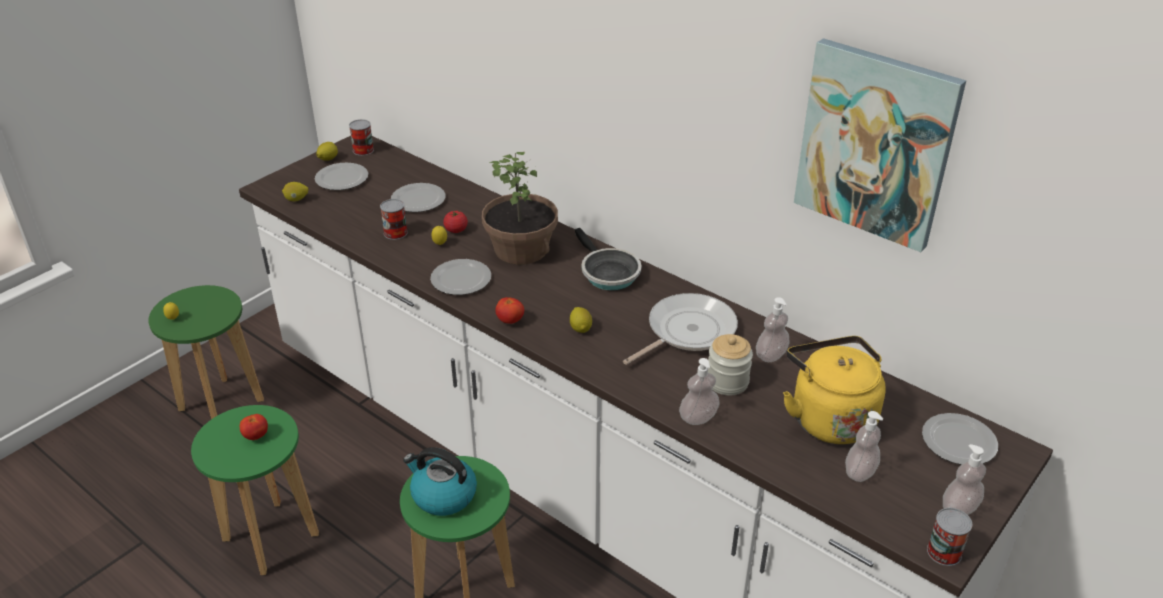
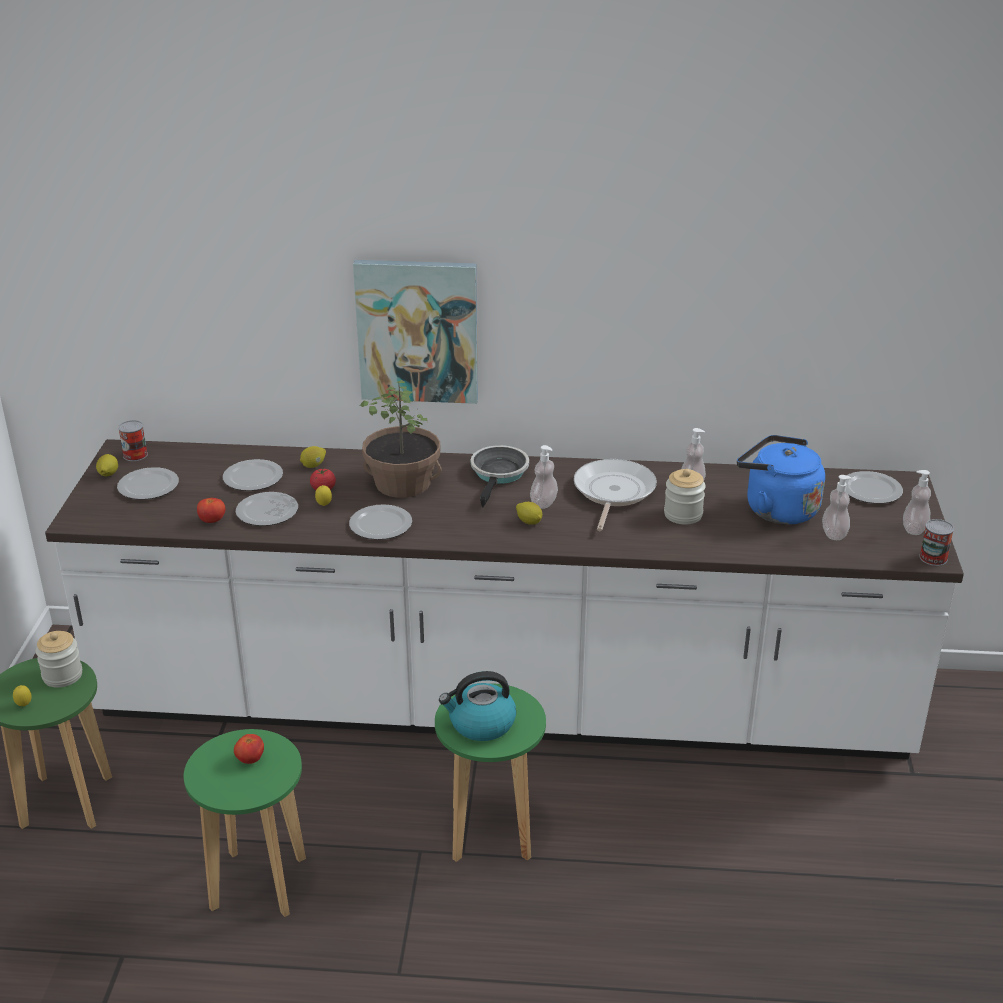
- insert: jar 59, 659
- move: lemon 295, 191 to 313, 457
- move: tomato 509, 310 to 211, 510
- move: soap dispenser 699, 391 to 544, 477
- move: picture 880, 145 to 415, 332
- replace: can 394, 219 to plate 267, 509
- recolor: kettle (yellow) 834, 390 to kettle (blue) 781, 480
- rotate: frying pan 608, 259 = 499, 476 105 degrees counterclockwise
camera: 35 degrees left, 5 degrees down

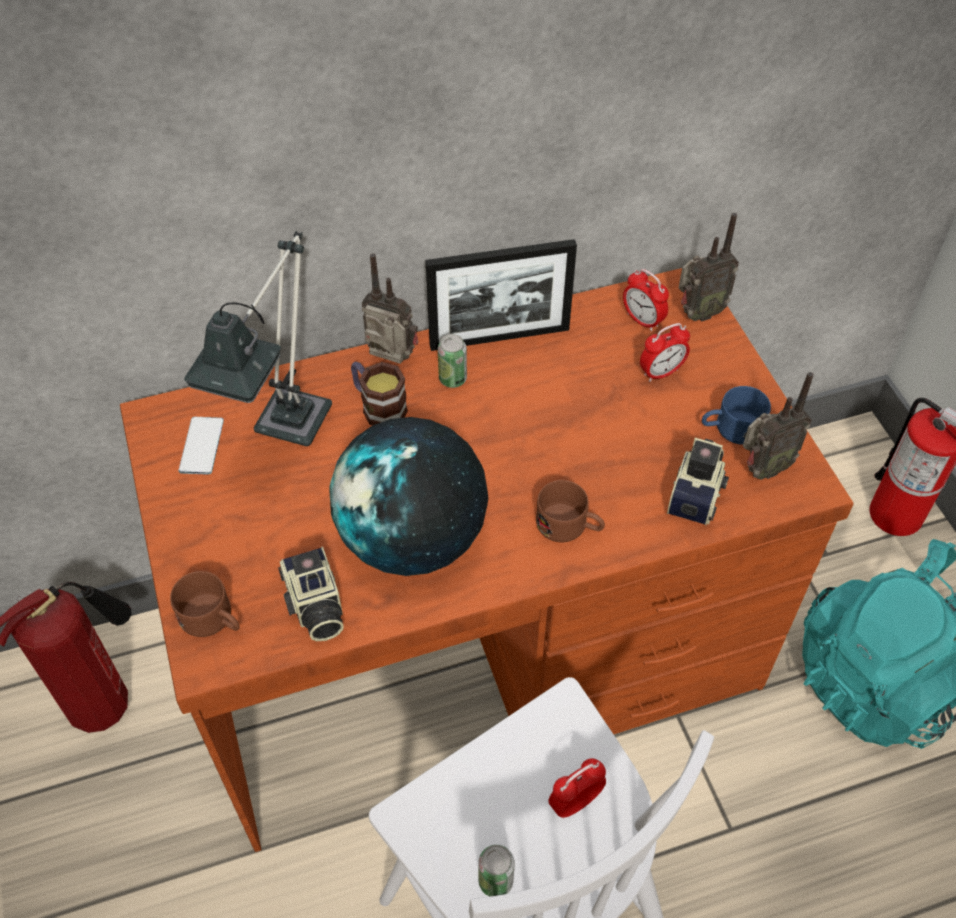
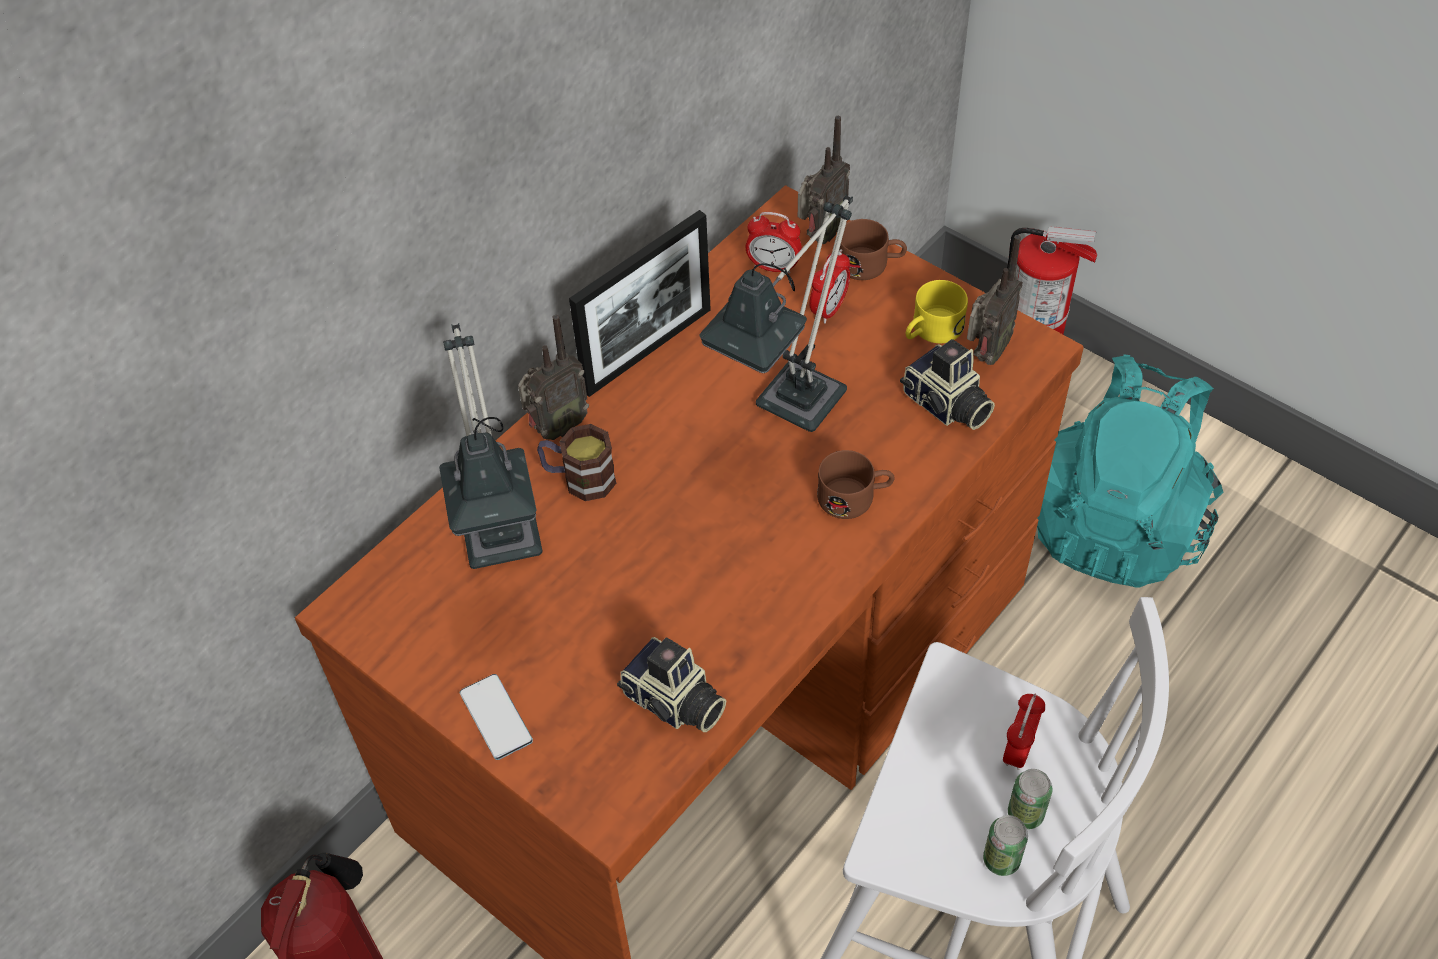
- delete: globe 408, 496
- insert: table lamp 776, 313
- move: mug (brown) 205, 604 to 873, 249
- move: phone 201, 446 to 496, 717
- move: can 452, 361 to 1030, 799
- recolor: mug (blue) 736, 415 to mug (yellow) 937, 311
- rotate: radio 390, 308 = 553, 377 150 degrees clockwise
- rotate: photo camera 698, 481 = 947, 384 150 degrees clockwise
camera: 30 degrees left, 0 degrees up

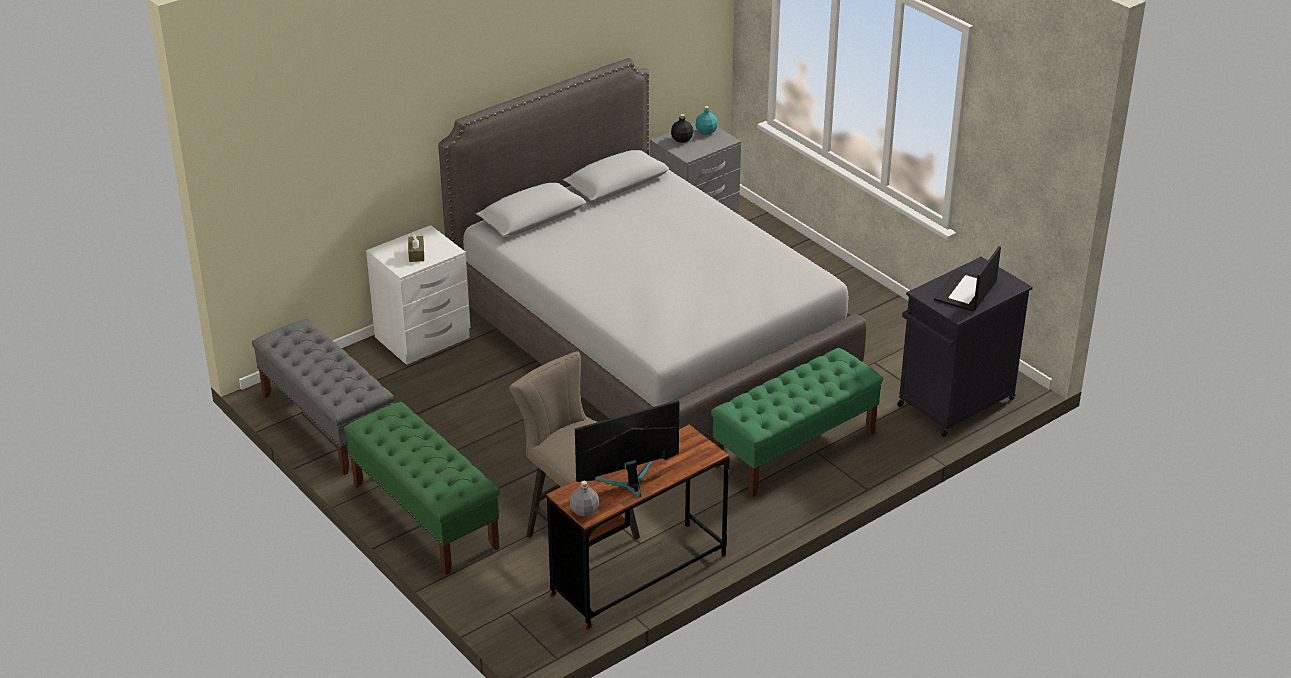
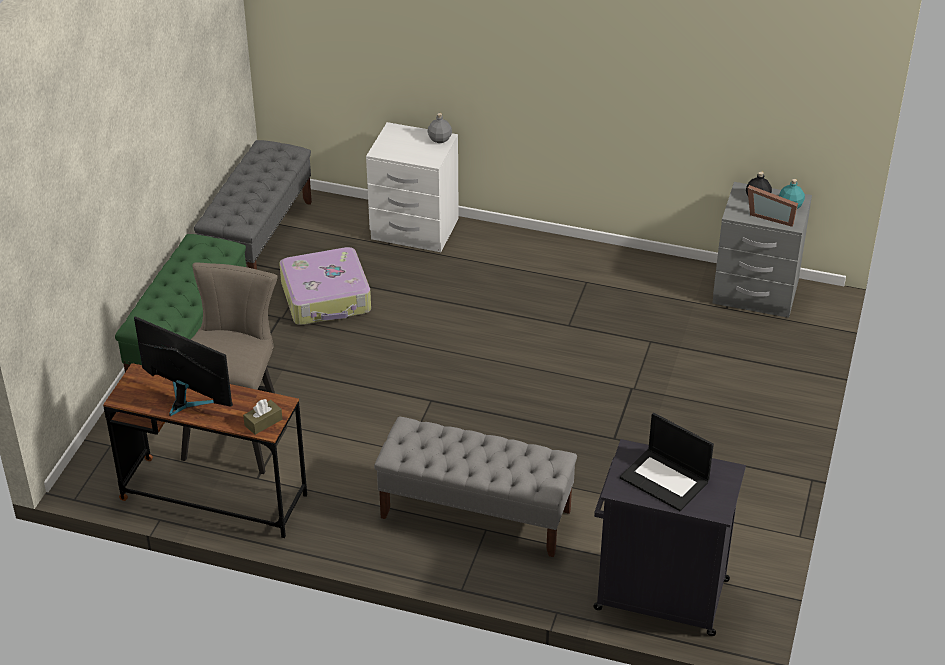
- delete: bed (grey) 652, 248
- insert: suitcase 325, 286
- insert: picture frame 773, 206
- move: tissue box (brown) 416, 247 to 262, 417
- move: bottle (grey) 584, 499 to 440, 128
- recolor: bench (green) 797, 422 to bench (grey) 475, 486
- rotate: laptop 967, 279 = 667, 462 135 degrees counterclockwise
camera: 55 degrees right, 5 degrees up

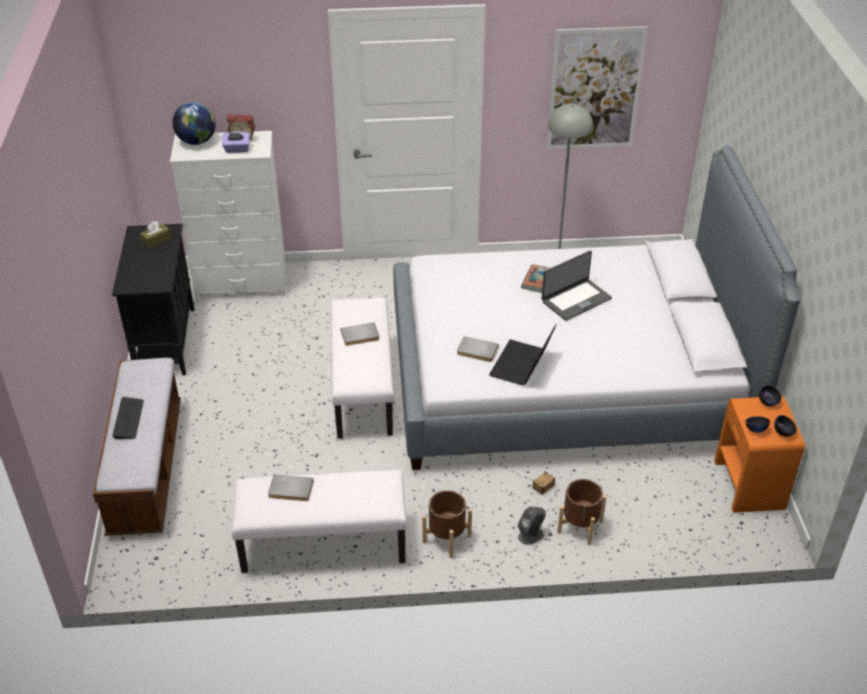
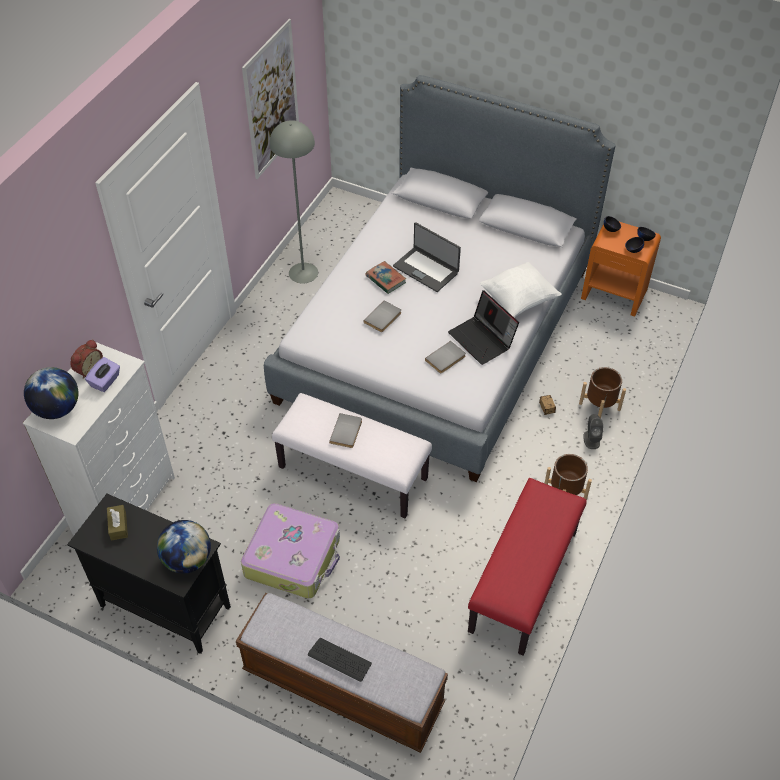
- insert: globe 184, 547
- insert: suitcase 290, 551
- insert: pillow (white) 521, 290
- move: book (grey) 290, 488 to 382, 316
- recolor: bench (white) 319, 521 to bench (red) 527, 567
- rotate: laptop 577, 285 = 427, 257 135 degrees clockwise
camera: 60 degrees left, 10 degrees up

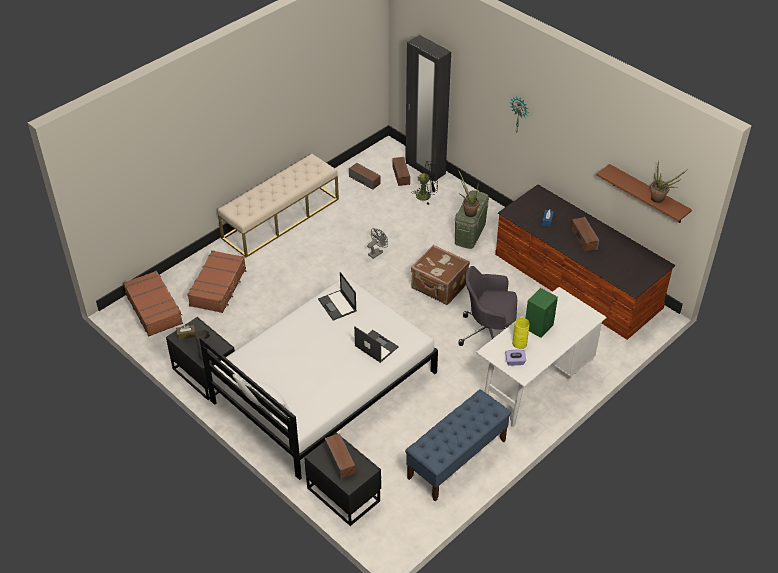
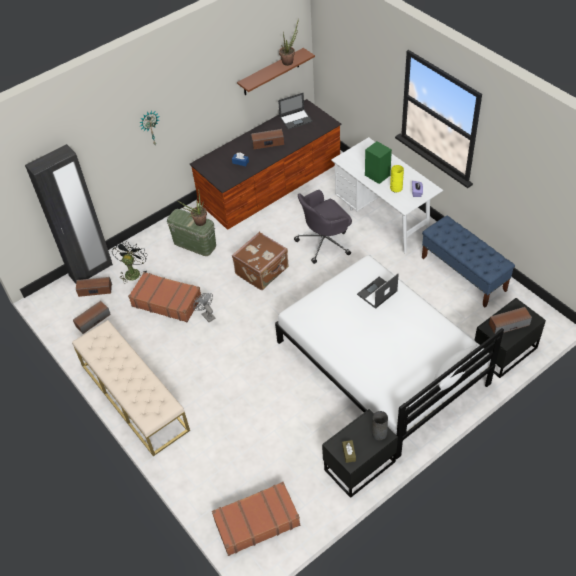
- move: suitcase (brown) 216, 281 to 164, 297
- move: laptop 337, 296 to 295, 111
- rotate: office chair (grey) 487, 306 = 323, 227 45 degrees clockwise
camera: 80 degrees left, 5 degrees up

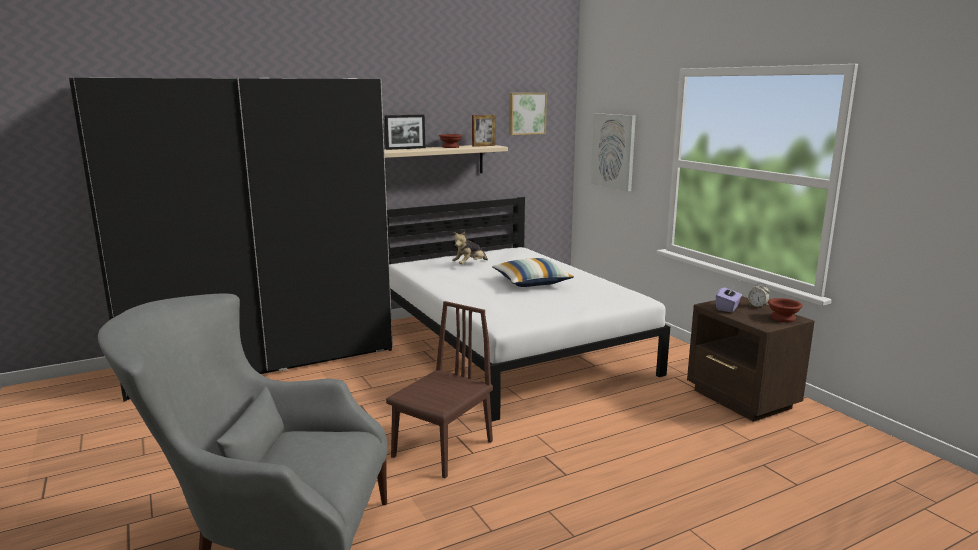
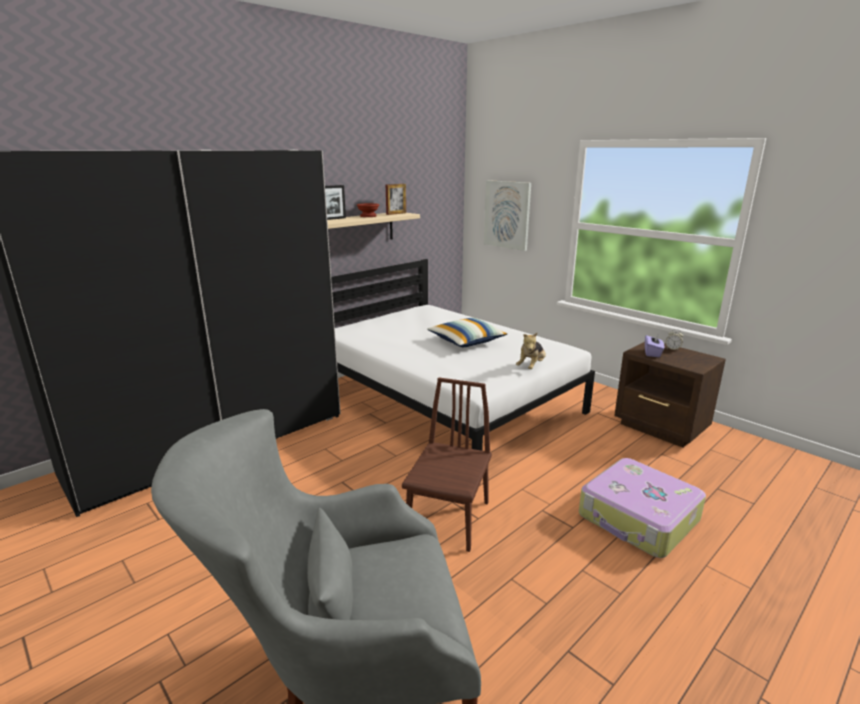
- delete: picture 528, 114
- delete: bowl (brown) 785, 310
- insert: suitcase 642, 508
- move: plush toy 470, 248 to 531, 350
camera: 15 degrees left, 5 degrees up

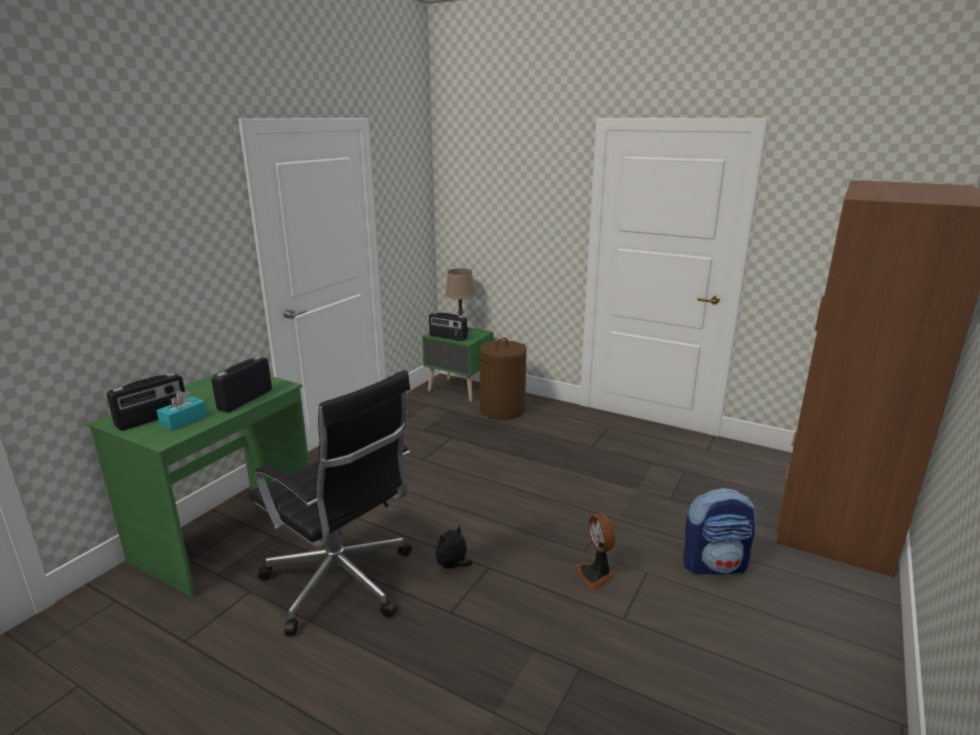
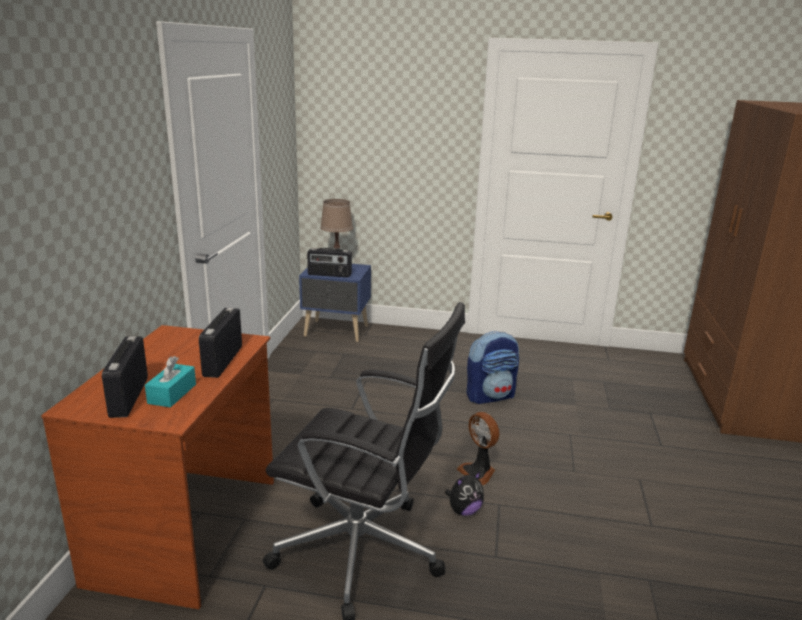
- delete: laundry basket (brown) 502, 379
- move: fan 594, 551 to 478, 448
- move: backpack 719, 531 to 493, 367
- recolor: desk (green) 198, 483 to desk (brown) 157, 467
- recolor: nightstand (green) 457, 364 to nightstand (blue) 335, 303
- rotate: radio 146, 402 = 125, 377 150 degrees clockwise
- rotate: plush toy 454, 547 = 464, 494 150 degrees counterclockwise
camera: 20 degrees left, 0 degrees up

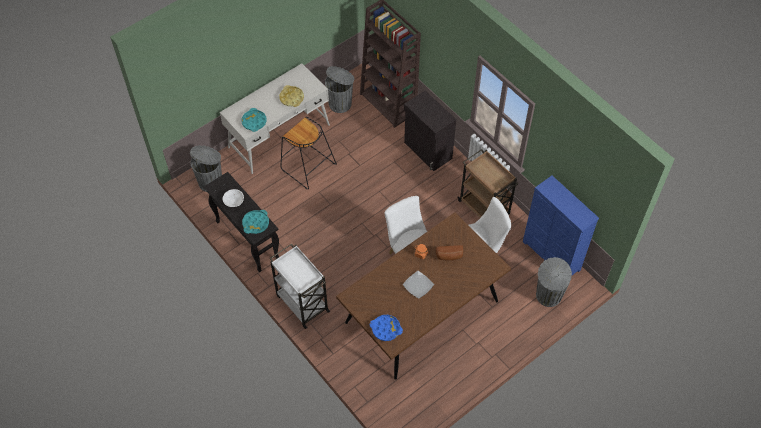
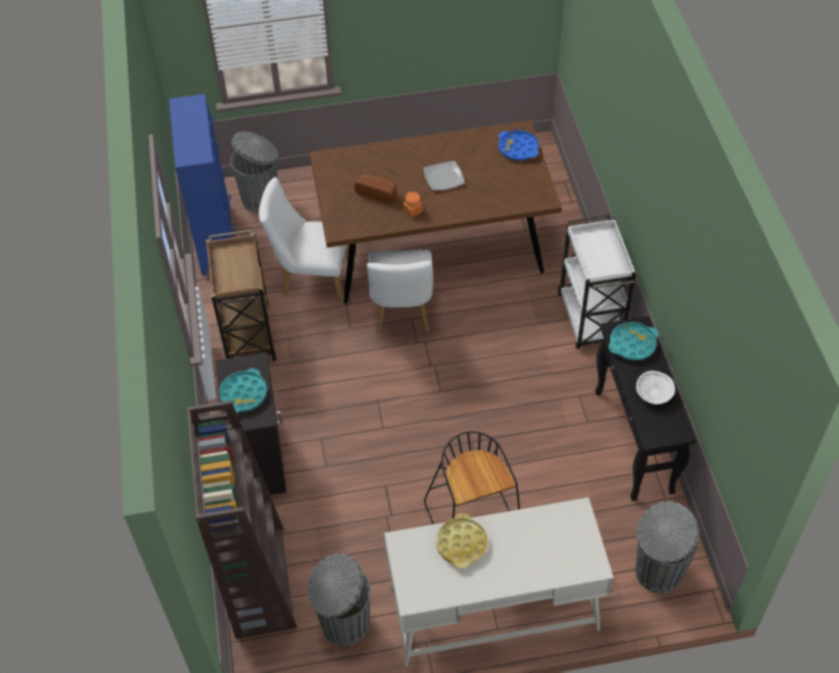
- move: tray (turquoise) 254, 120 to 243, 390
camera: 150 degrees left, 5 degrees down

